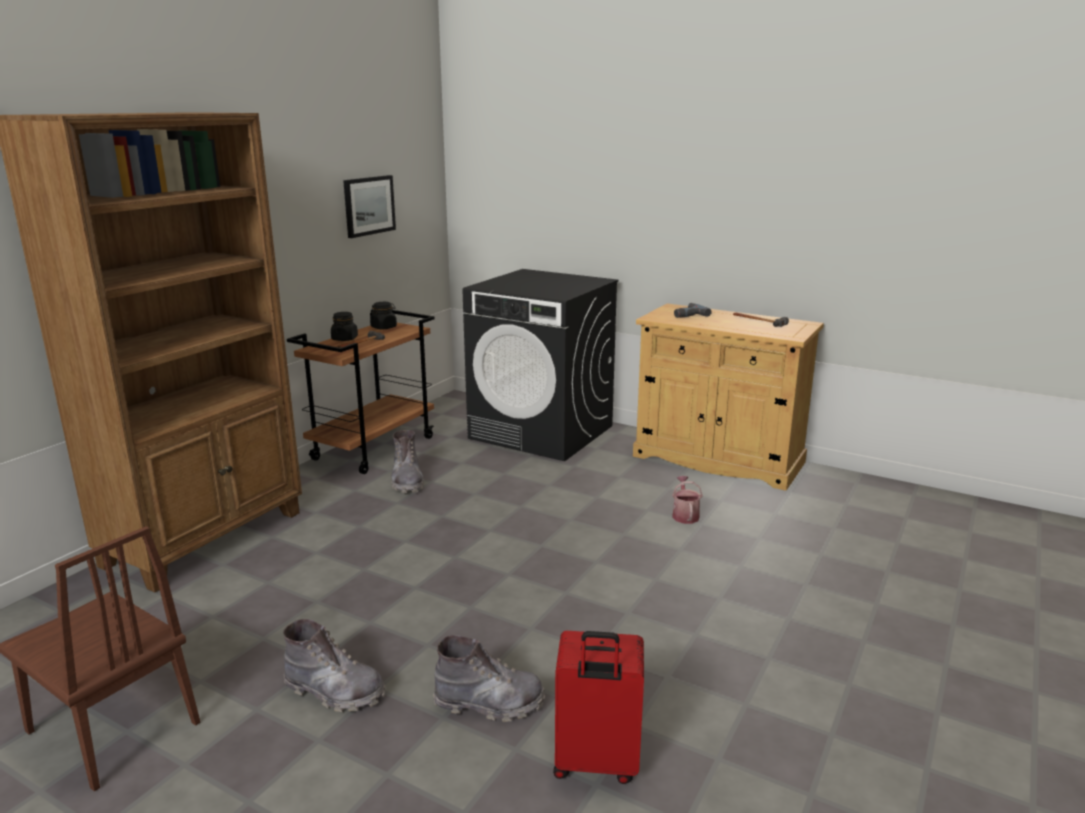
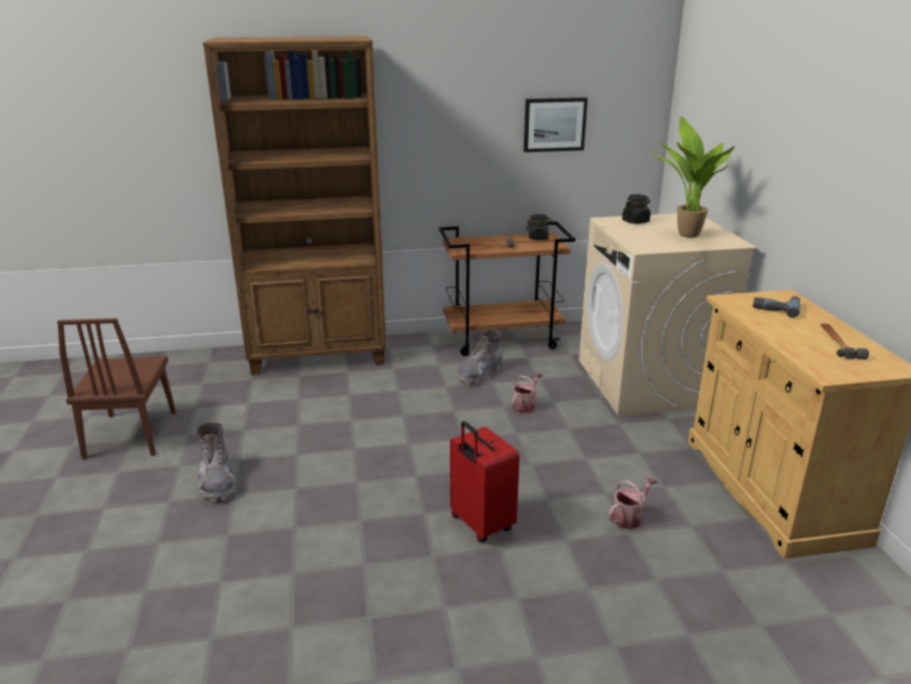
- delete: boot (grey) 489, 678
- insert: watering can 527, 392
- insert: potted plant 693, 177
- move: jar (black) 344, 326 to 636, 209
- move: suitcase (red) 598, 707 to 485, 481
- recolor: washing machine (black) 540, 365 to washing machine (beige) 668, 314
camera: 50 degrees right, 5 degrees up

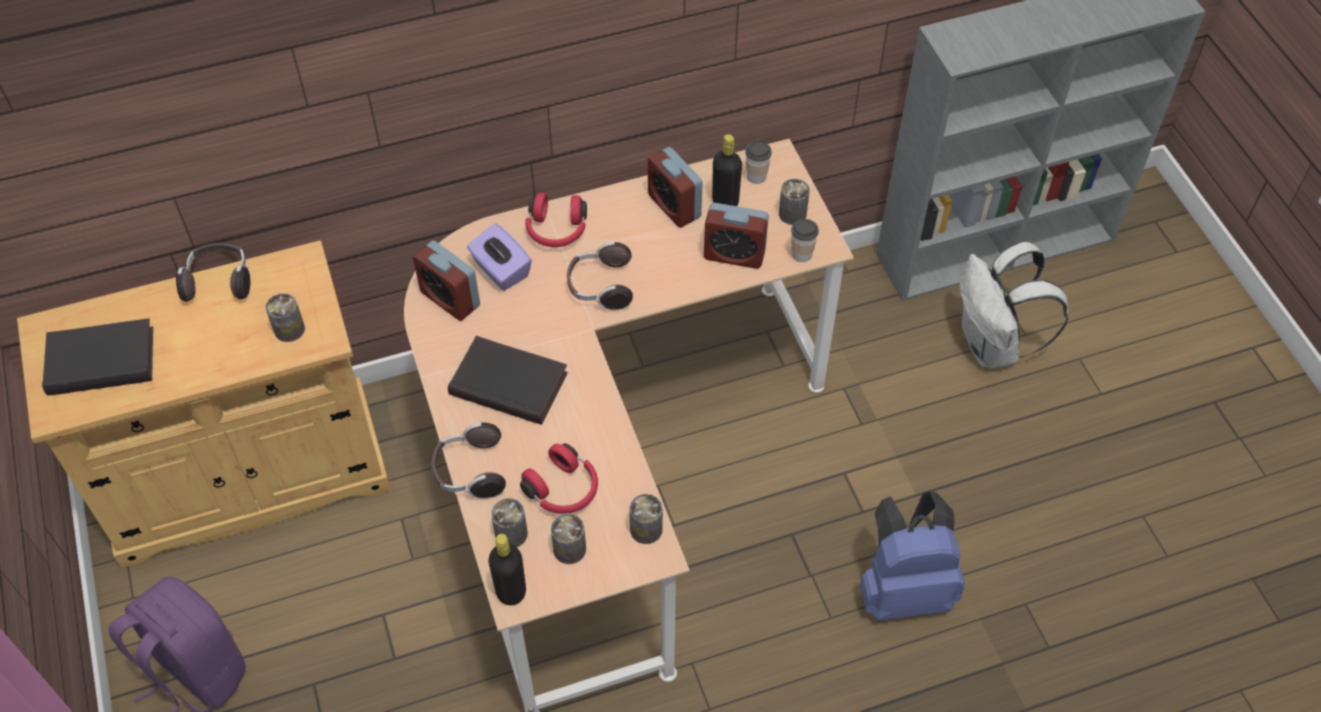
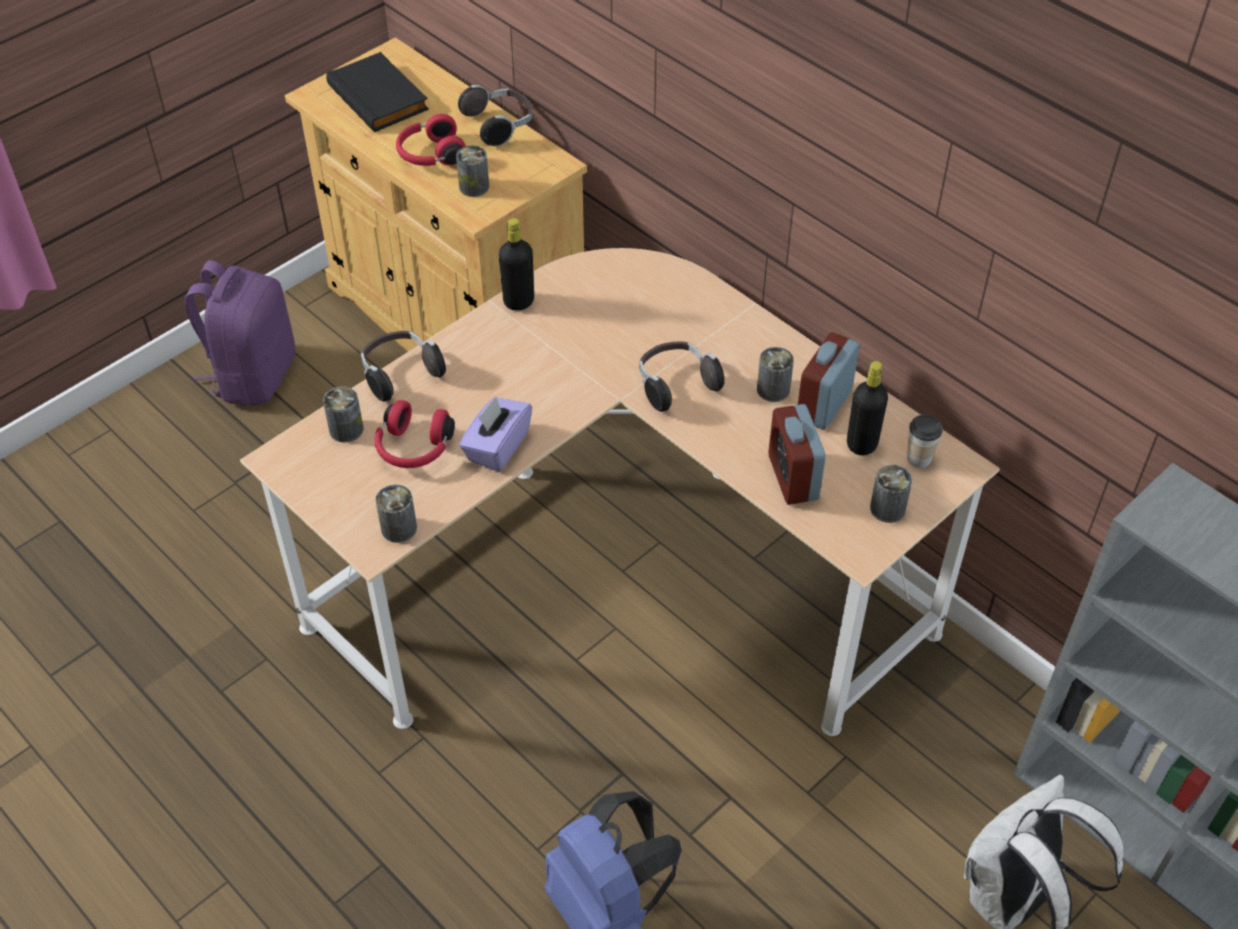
- delete: alarm clock 446, 280
- delete: book (black) 508, 380
- delete: cup 805, 240
- move: tissue box (purple) 499, 257 to 495, 434
- move: bottle (black) 507, 569 to 516, 264
- move: headphones (red) 556, 220 to 431, 140
- move: can 568, 539 to 775, 374
camera: 65 degrees right, 5 degrees down

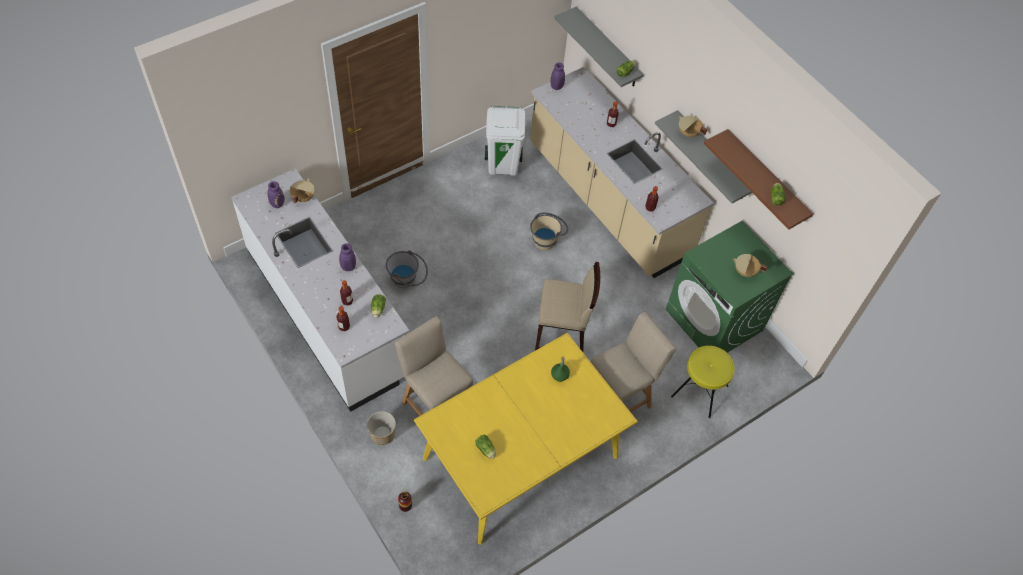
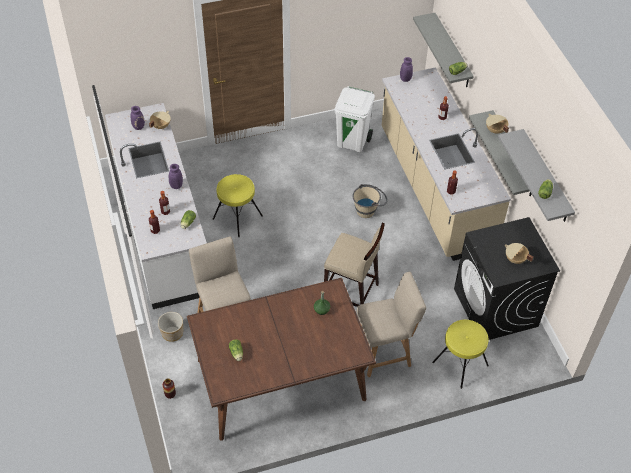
- replace: bucket (grey) 407, 269 to stool (yellow) 238, 205
- recolor: dining table (yellow) 526, 439 to dining table (brown) 281, 359
- recolor: washing machine (green) 729, 287 to washing machine (black) 507, 278
- recolor: shelf (brown) 758, 179 to shelf (grey) 536, 175
camera: 20 degrees right, 5 degrees down

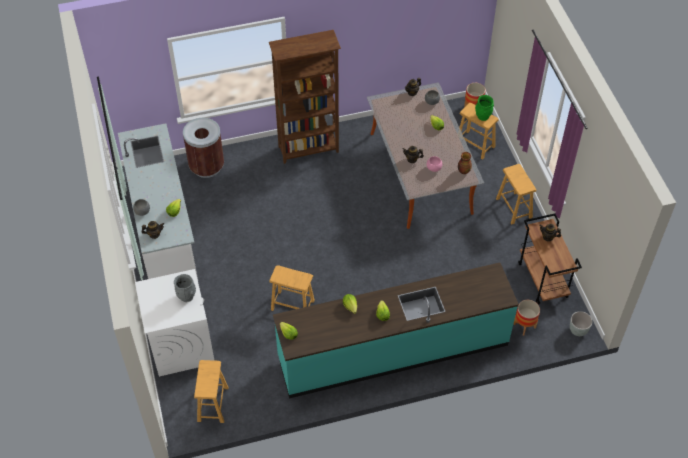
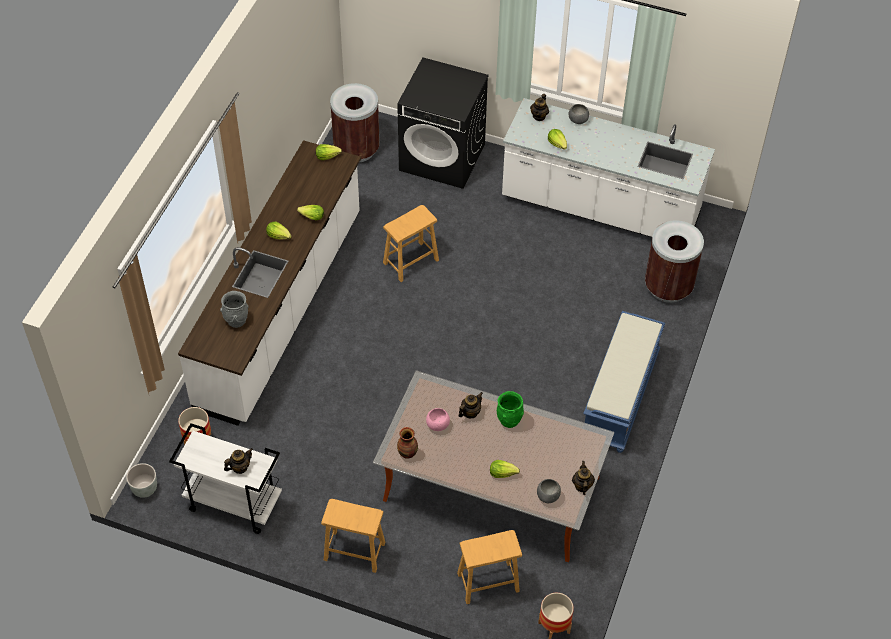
- move: vase (grey) 185, 288 to 234, 309
- move: vase (green) 484, 108 to 510, 409
- replace: stool (brown) 211, 391 to trash can (brown) 355, 123
- replace: bookcase (brown) 305, 97 to bench (blue) 624, 382
- recolor: washing machine (white) 175, 323 to washing machine (black) 443, 123
- recolor: counter (turquoise) 396, 330 to counter (white) 269, 283
- recolor: cart (brown) 550, 259 to cart (white) 225, 478
camera: 125 degrees right, 0 degrees up

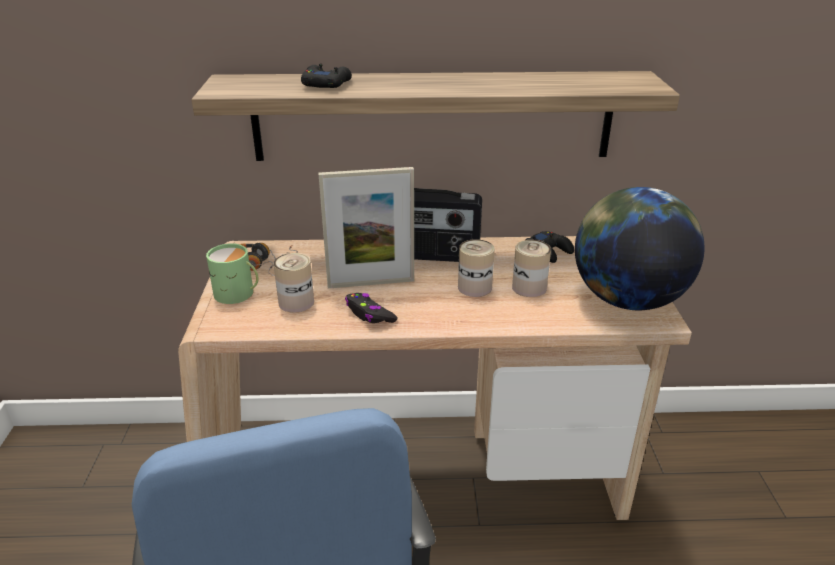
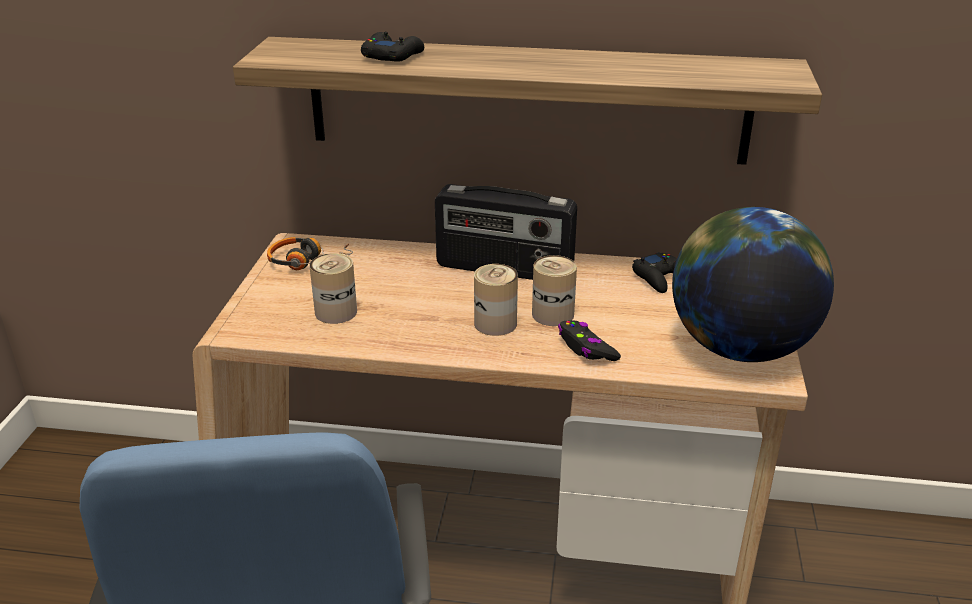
- delete: mug (green) 232, 273
- delete: picture frame 366, 227
- move: game controller (black) 371, 308 to 589, 340
- move: can 531, 268 to 496, 300
camera: 10 degrees right, 0 degrees up

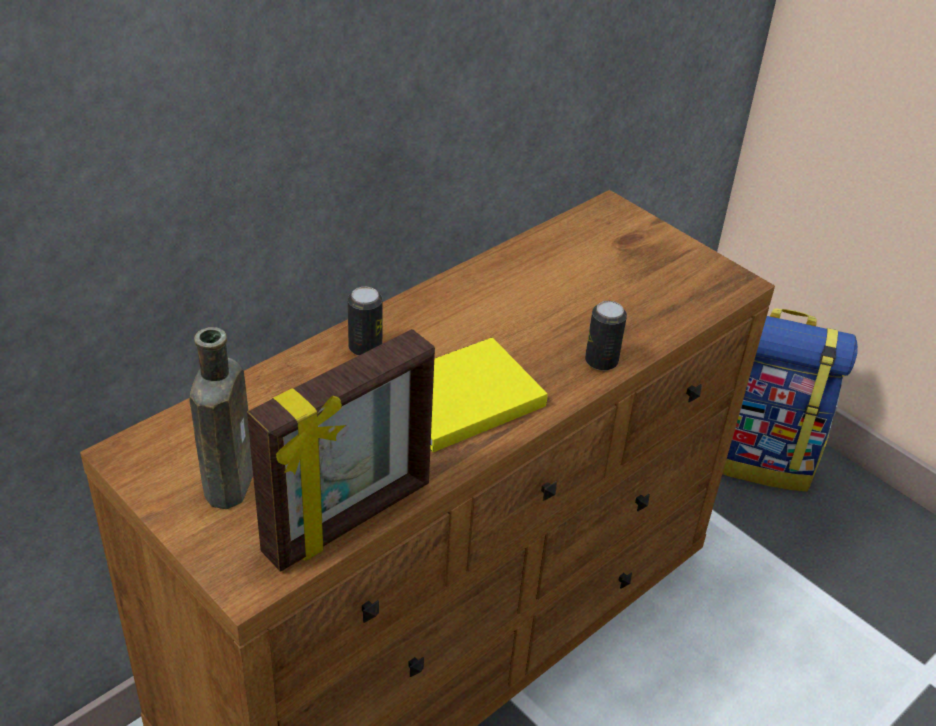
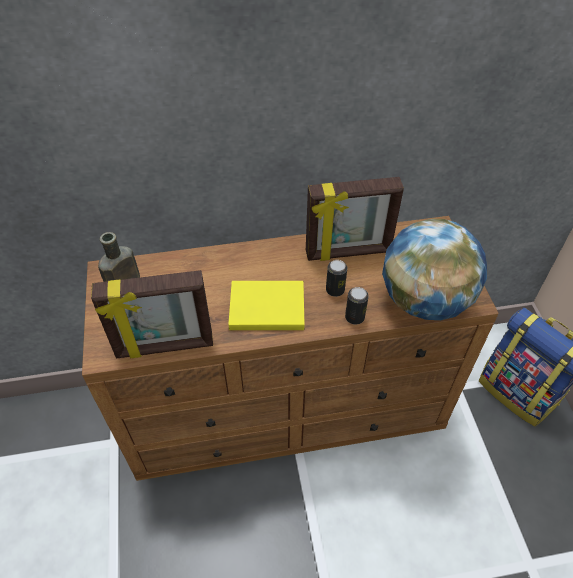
- insert: picture frame 355, 219
- insert: globe 434, 269
- move: can 365, 321 to 336, 278
camera: 35 degrees right, 10 degrees up

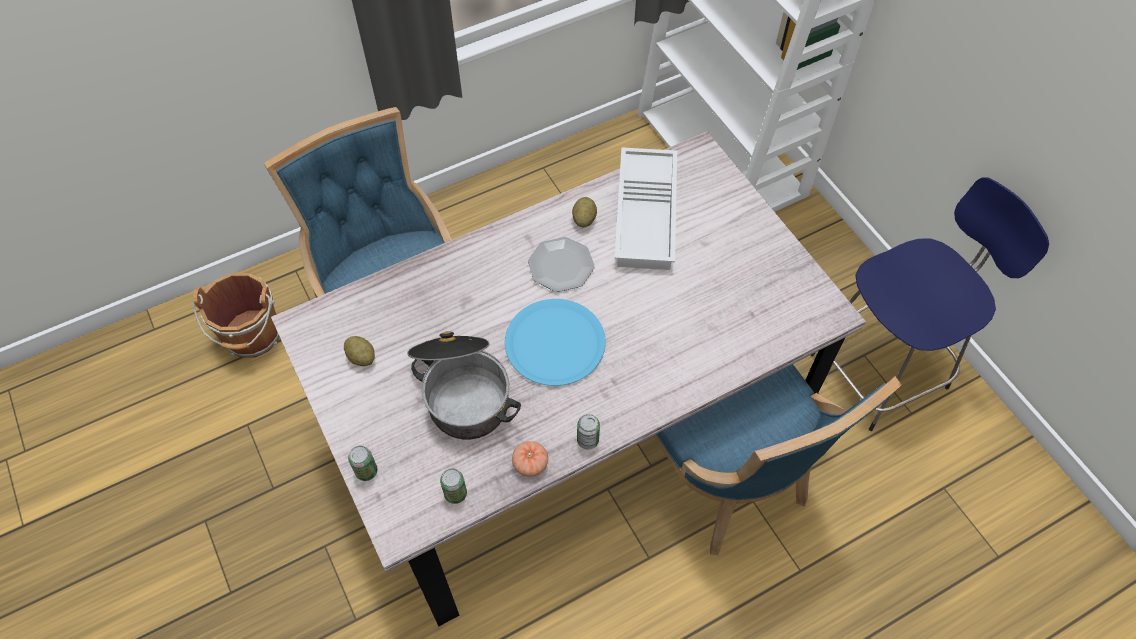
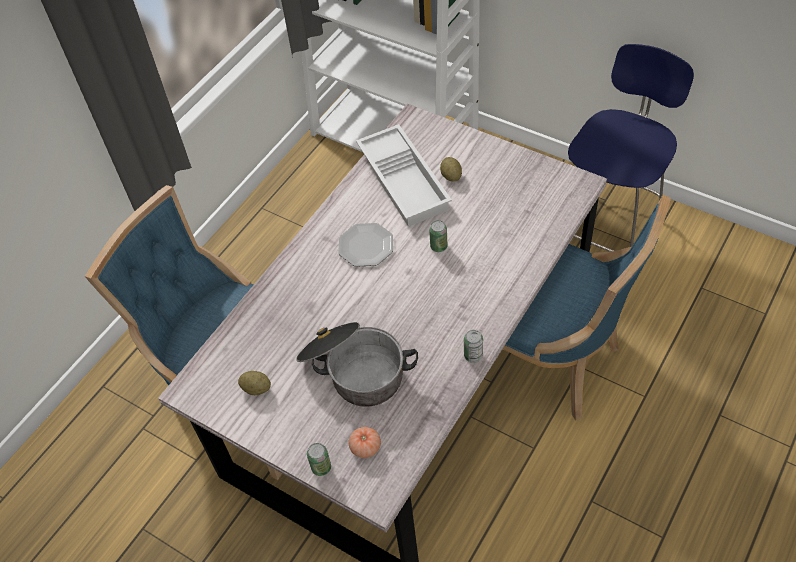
- delete: bucket (brown) 236, 315
- delete: plate (blue) 555, 342
- move: can 453, 486 to 438, 236
- move: tomato 530, 459 to 364, 442
- move: potato 584, 212 to 451, 169
camera: 25 degrees left, 5 degrees down

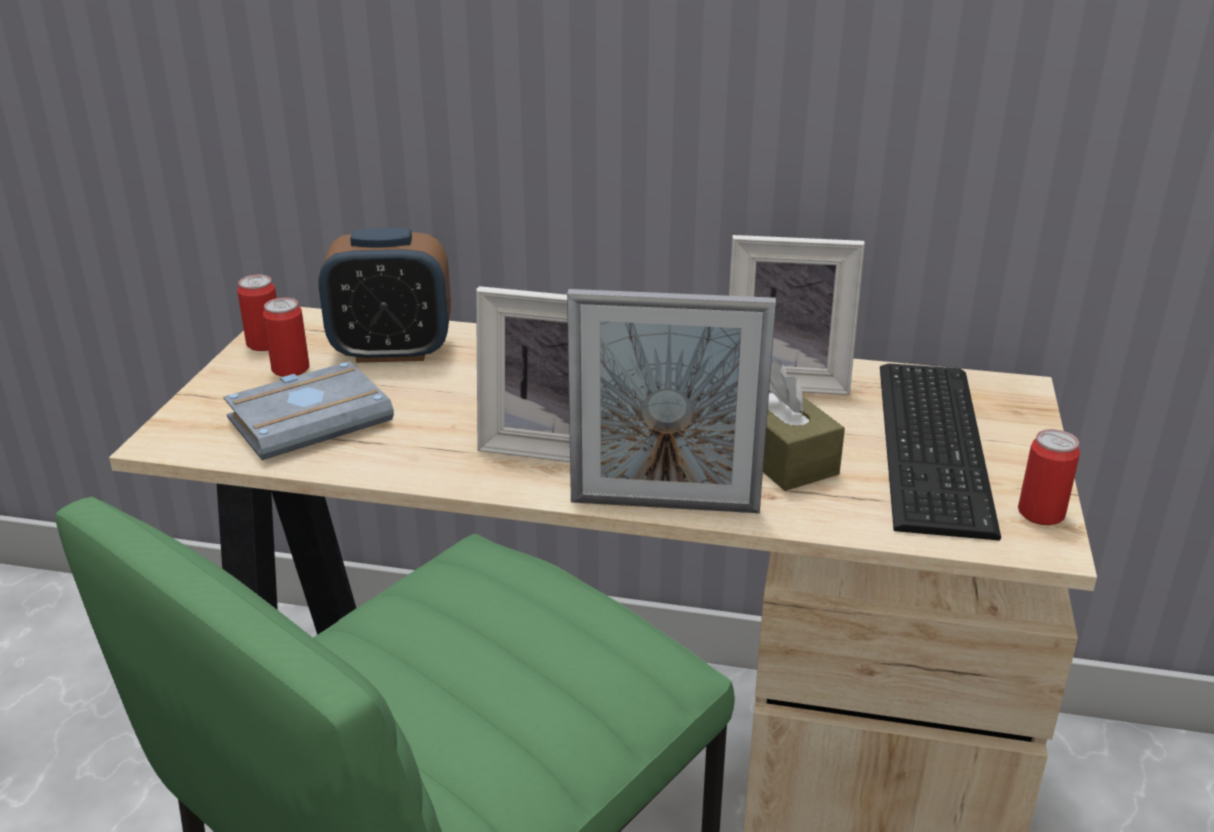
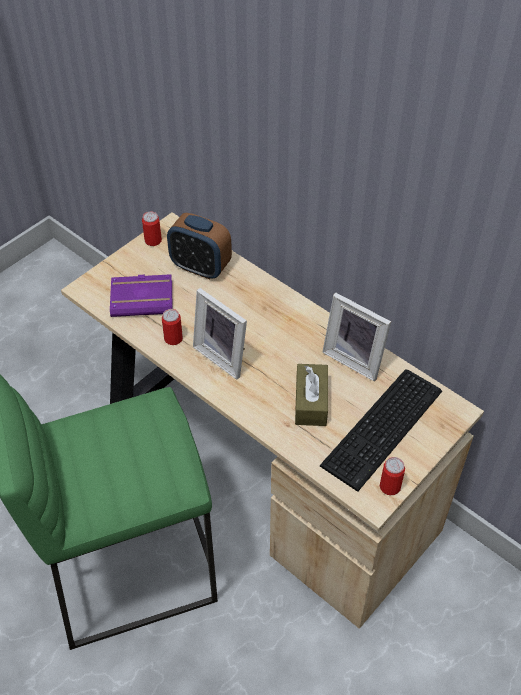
- delete: picture frame 671, 401
- move: can 286, 337 to 172, 327
- recolor: book (grey) 309, 410 to book (purple) 141, 295
camera: 30 degrees right, 20 degrees up

